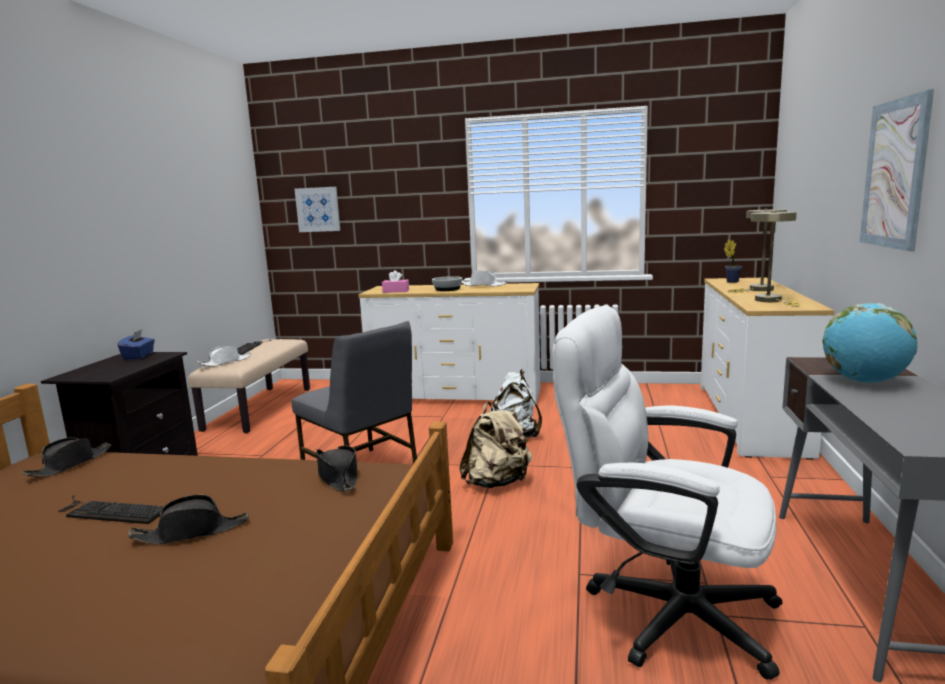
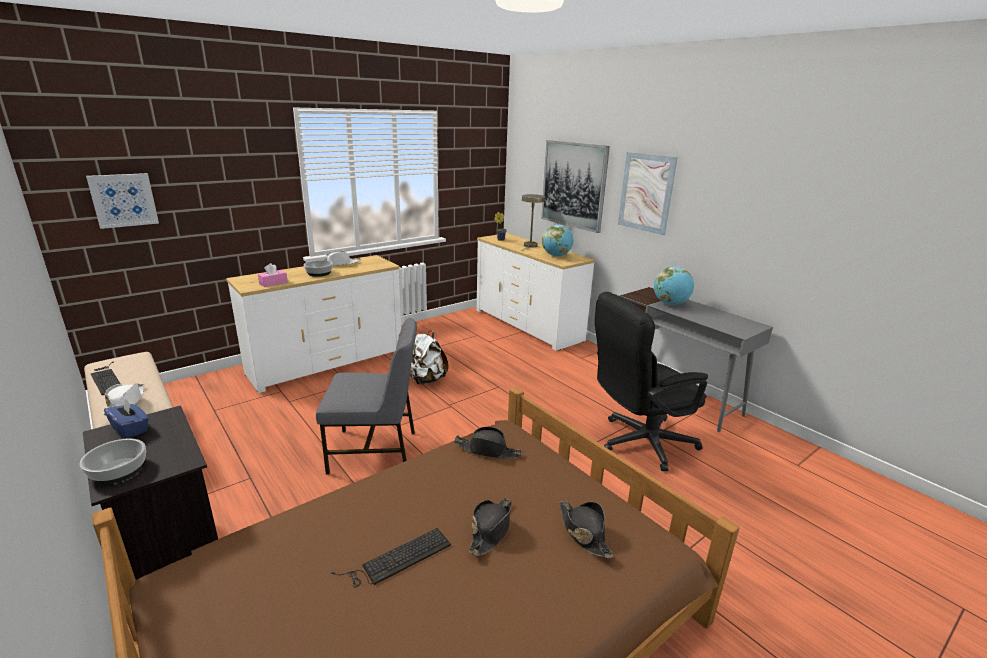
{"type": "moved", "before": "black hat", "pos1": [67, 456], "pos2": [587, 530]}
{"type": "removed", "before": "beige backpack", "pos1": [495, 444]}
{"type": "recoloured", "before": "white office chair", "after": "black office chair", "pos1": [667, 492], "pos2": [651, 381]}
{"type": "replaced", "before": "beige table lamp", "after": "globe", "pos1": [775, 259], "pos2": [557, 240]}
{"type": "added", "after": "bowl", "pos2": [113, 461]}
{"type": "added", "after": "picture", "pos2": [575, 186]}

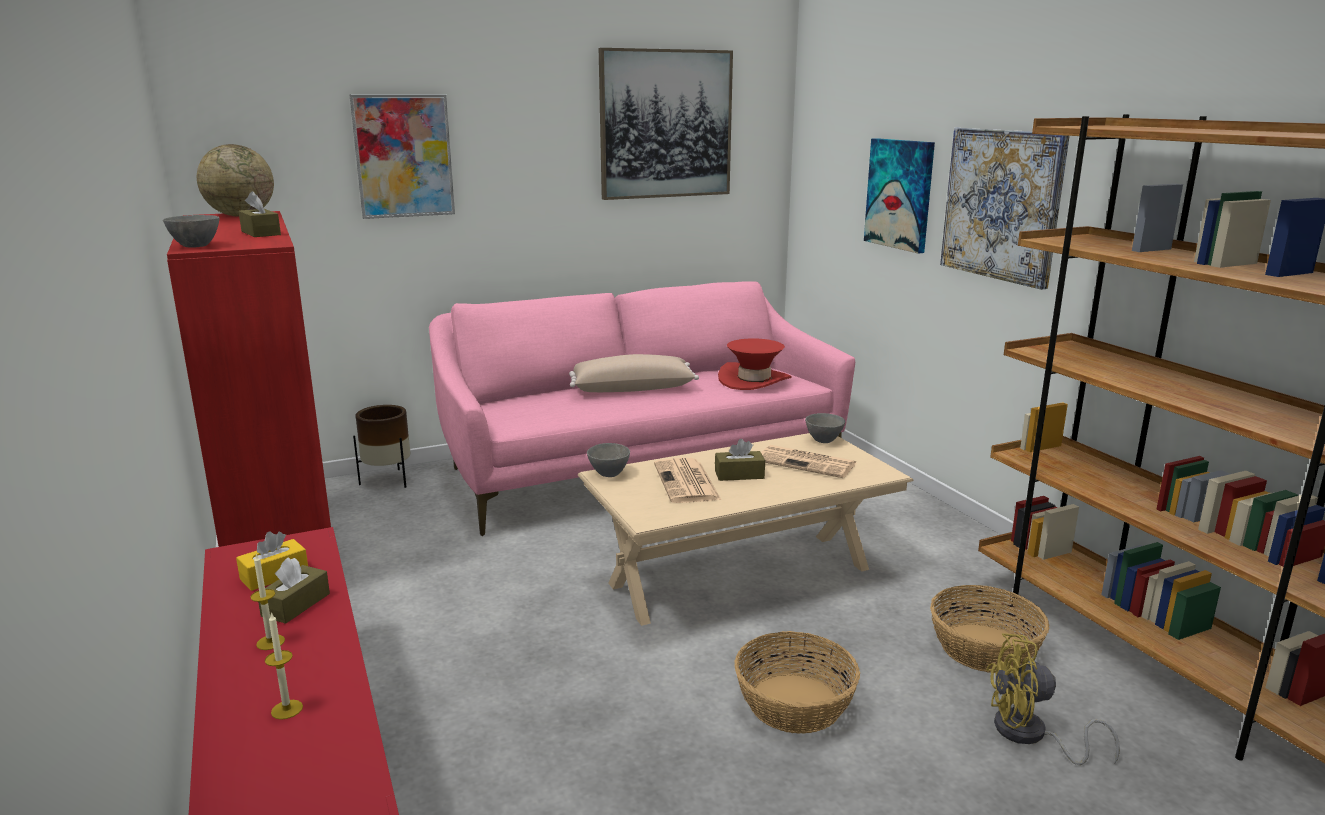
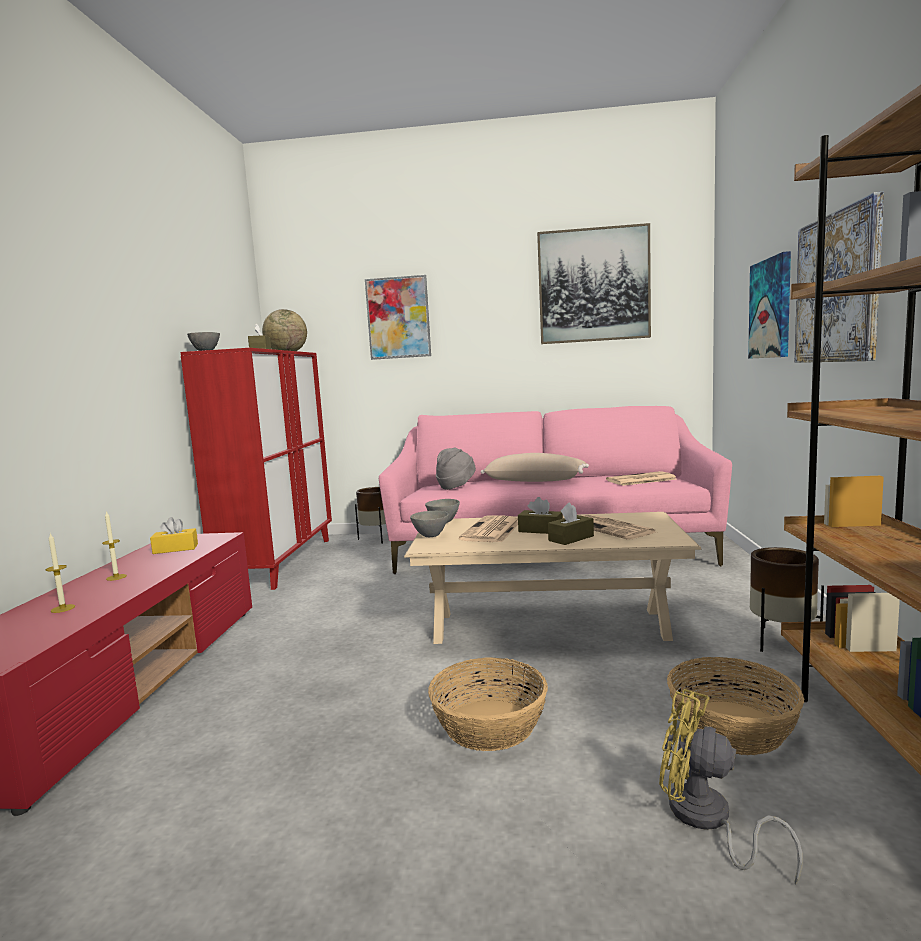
{"type": "moved", "before": "brown tissue box", "pos1": [294, 590], "pos2": [571, 523]}
{"type": "replaced", "before": "red hat", "after": "newspaper", "pos1": [754, 364], "pos2": [641, 478]}
{"type": "moved", "before": "grey bowl", "pos1": [825, 428], "pos2": [429, 524]}
{"type": "added", "after": "grey hat", "pos2": [456, 469]}
{"type": "added", "after": "brown planter", "pos2": [787, 599]}

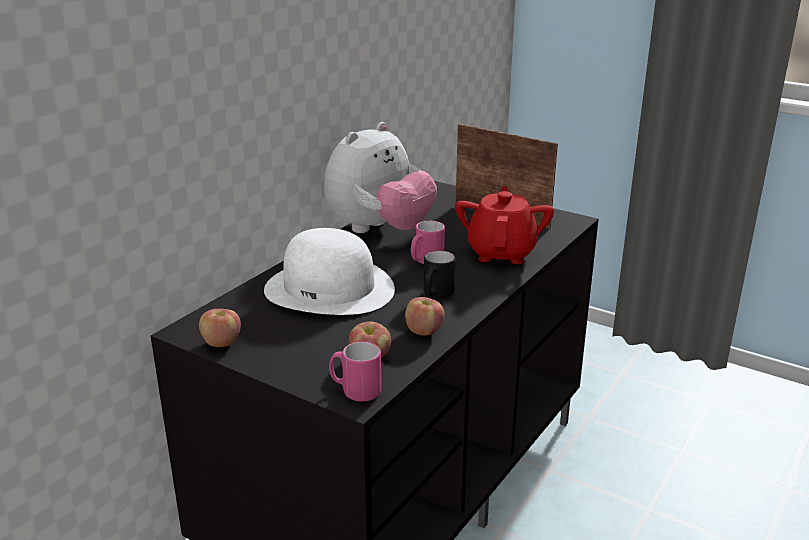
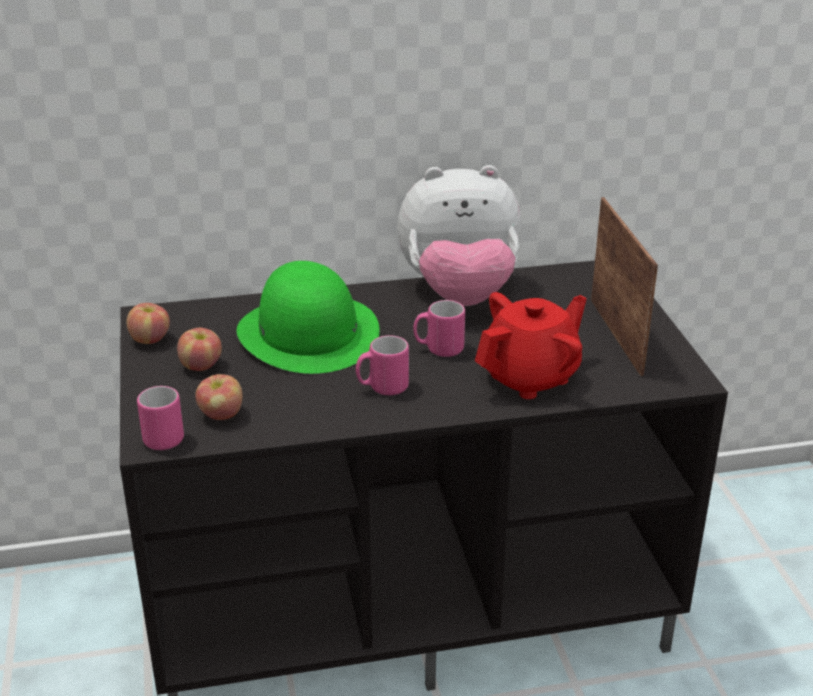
{"type": "recoloured", "before": "white hat", "after": "green hat", "pos1": [329, 271], "pos2": [308, 317]}
{"type": "moved", "before": "apple", "pos1": [425, 316], "pos2": [199, 349]}
{"type": "recoloured", "before": "black mug", "after": "pink mug", "pos1": [440, 274], "pos2": [382, 365]}

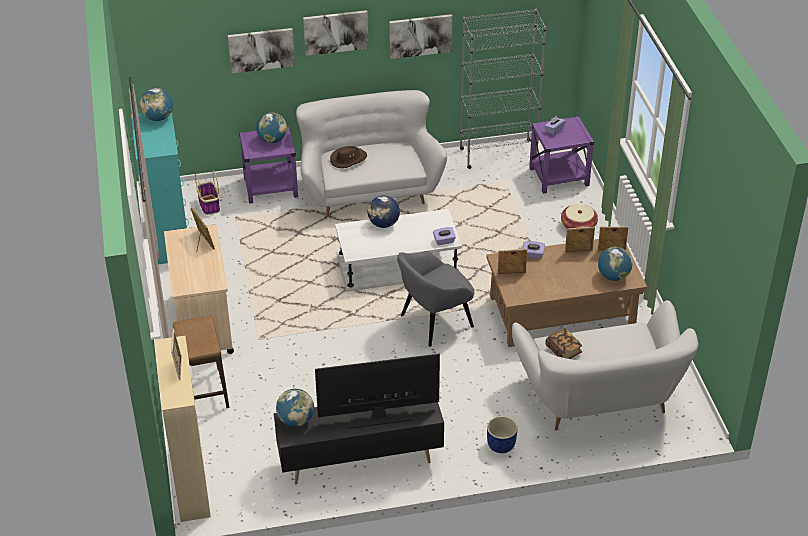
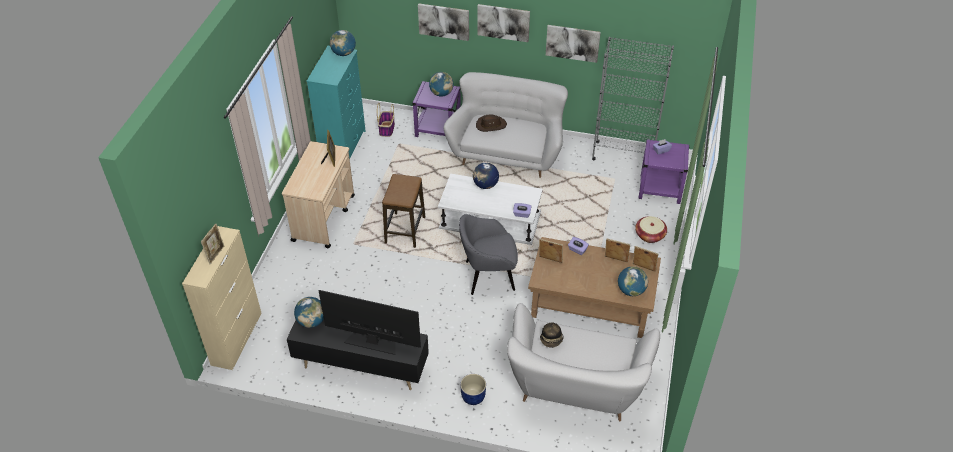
{"type": "moved", "before": "stool", "pos1": [201, 362], "pos2": [403, 211]}
{"type": "replaced", "before": "book", "after": "hat", "pos1": [563, 343], "pos2": [552, 335]}

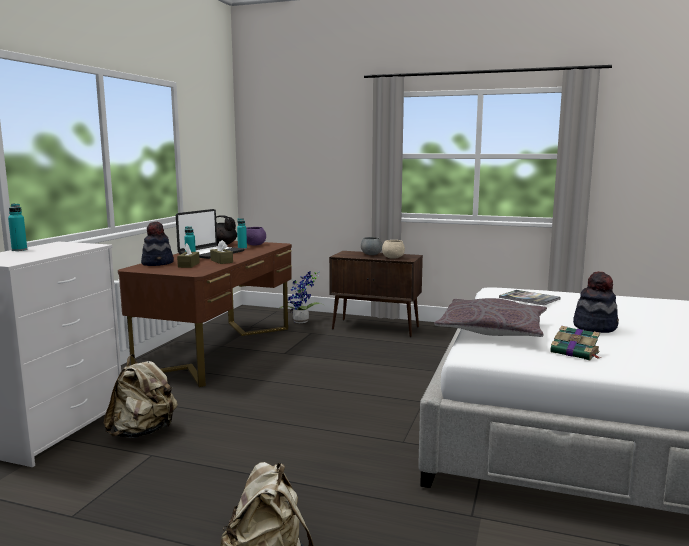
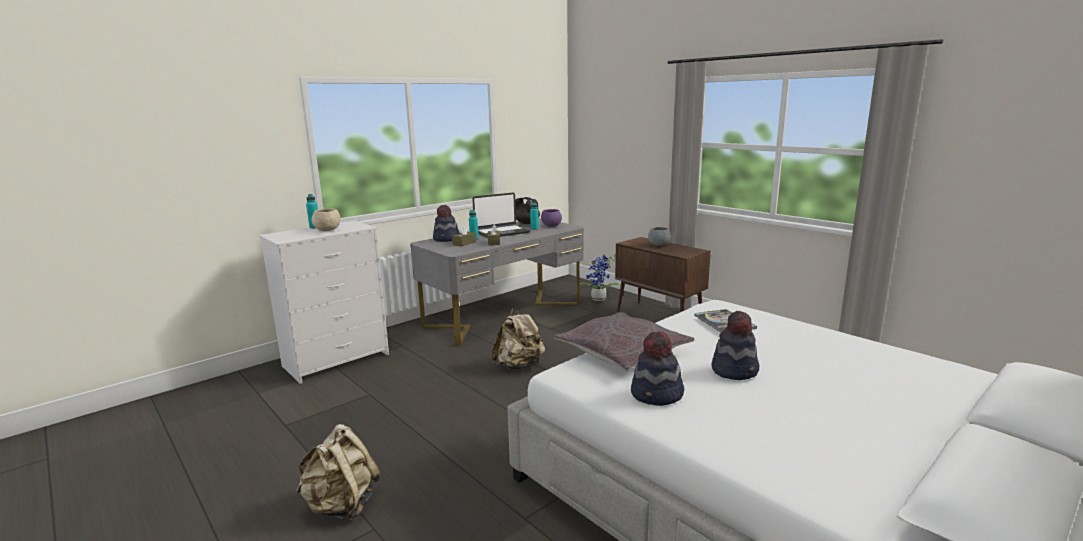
{"type": "moved", "before": "beige backpack", "pos1": [141, 396], "pos2": [518, 338]}
{"type": "recoloured", "before": "brown desk", "after": "grey desk", "pos1": [205, 314], "pos2": [497, 282]}
{"type": "moved", "before": "beige bowl", "pos1": [393, 249], "pos2": [326, 219]}
{"type": "replaced", "before": "book", "after": "hat", "pos1": [575, 343], "pos2": [657, 368]}

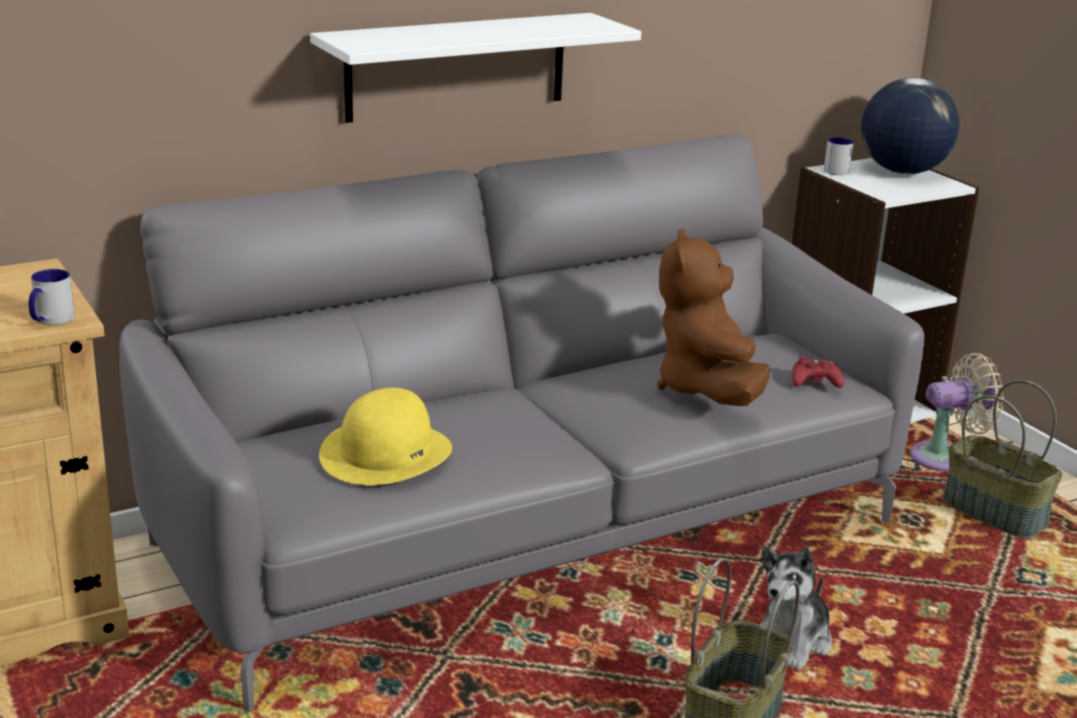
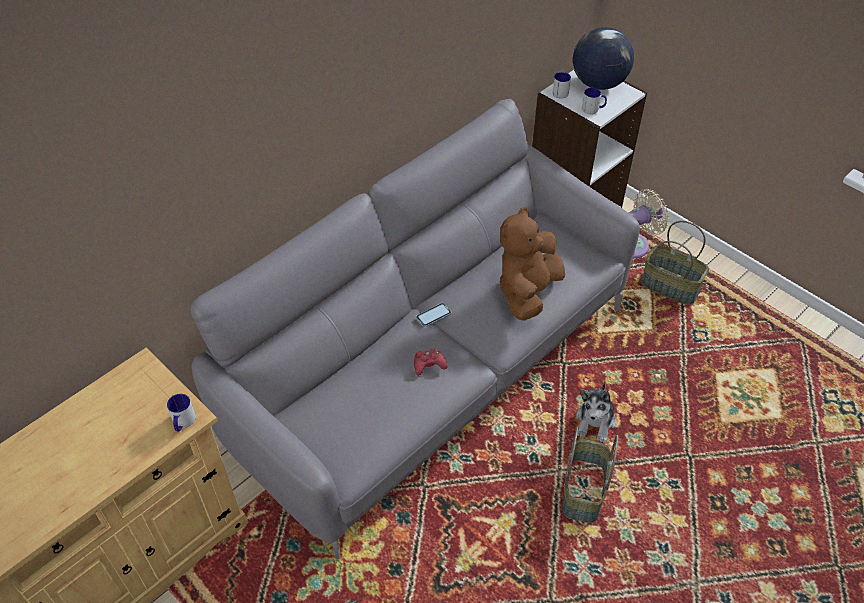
{"type": "removed", "before": "white shelf", "pos1": [475, 68]}
{"type": "removed", "before": "yellow hat", "pos1": [385, 436]}
{"type": "turned", "before": "brown plush toy", "pos1": [713, 317], "pos2": [532, 264], "turn": 45}
{"type": "moved", "before": "red game controller", "pos1": [818, 372], "pos2": [430, 362]}
{"type": "added", "after": "phone", "pos2": [433, 315]}
{"type": "added", "after": "mug", "pos2": [594, 101]}

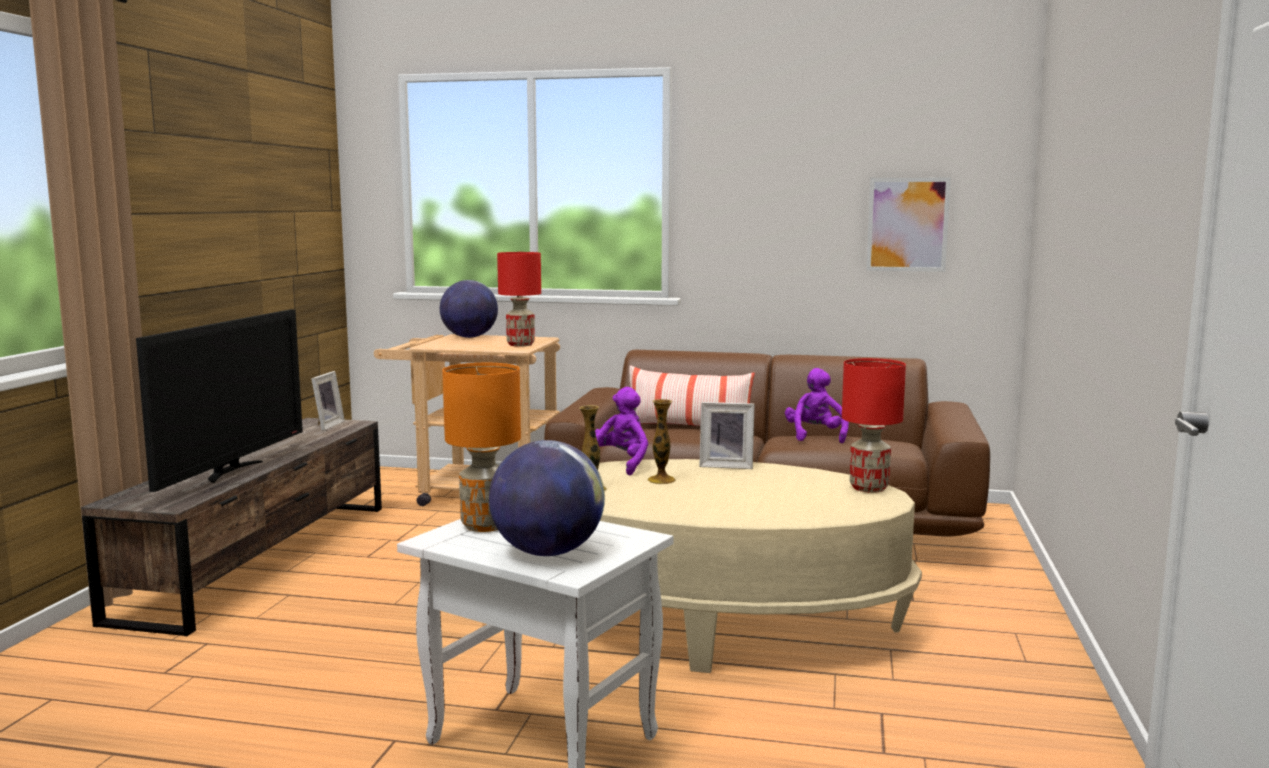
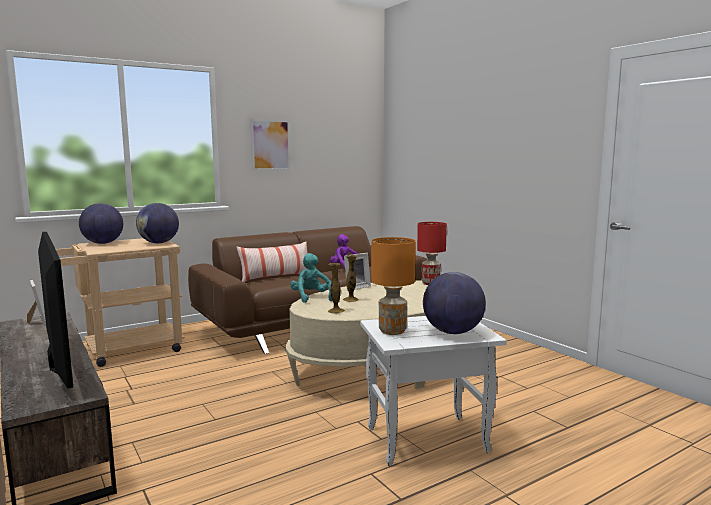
{"type": "replaced", "before": "red table lamp", "after": "globe", "pos1": [519, 299], "pos2": [157, 223]}
{"type": "recoloured", "before": "purple plush toy", "after": "turquoise plush toy", "pos1": [621, 431], "pos2": [311, 278]}
{"type": "moved", "before": "picture", "pos1": [908, 225], "pos2": [270, 145]}

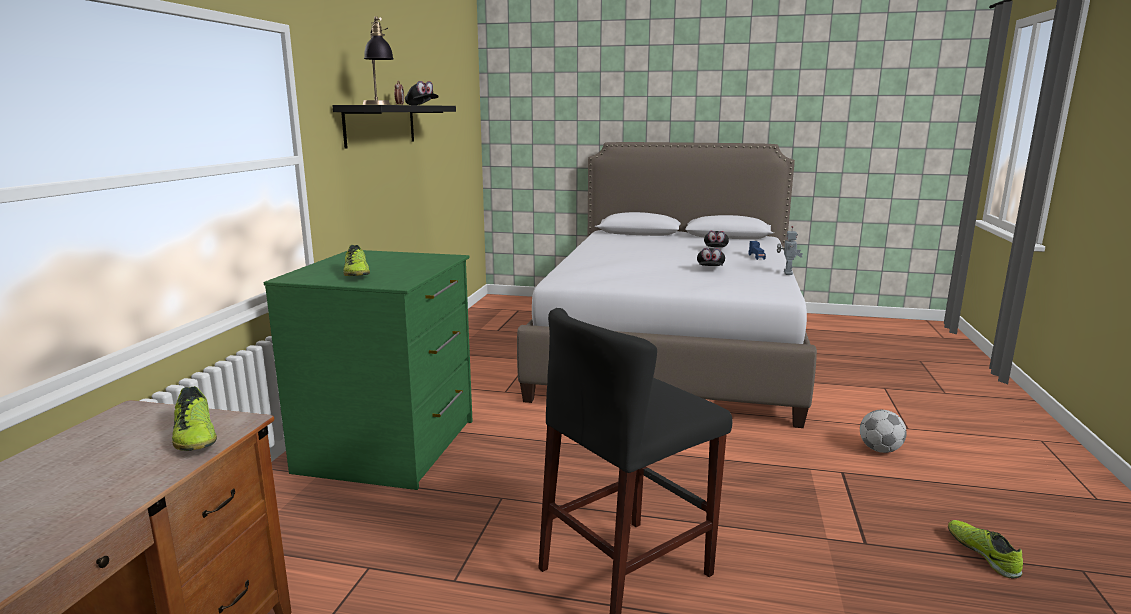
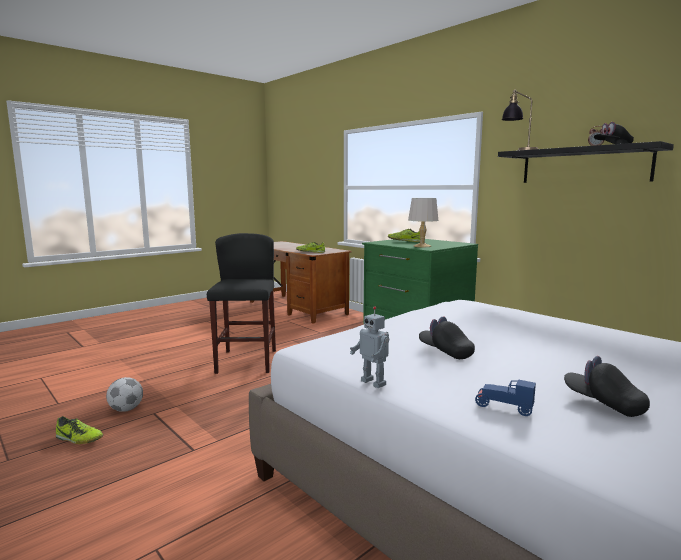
{"type": "moved", "before": "football", "pos1": [883, 431], "pos2": [124, 394]}
{"type": "added", "after": "grey table lamp", "pos2": [423, 222]}

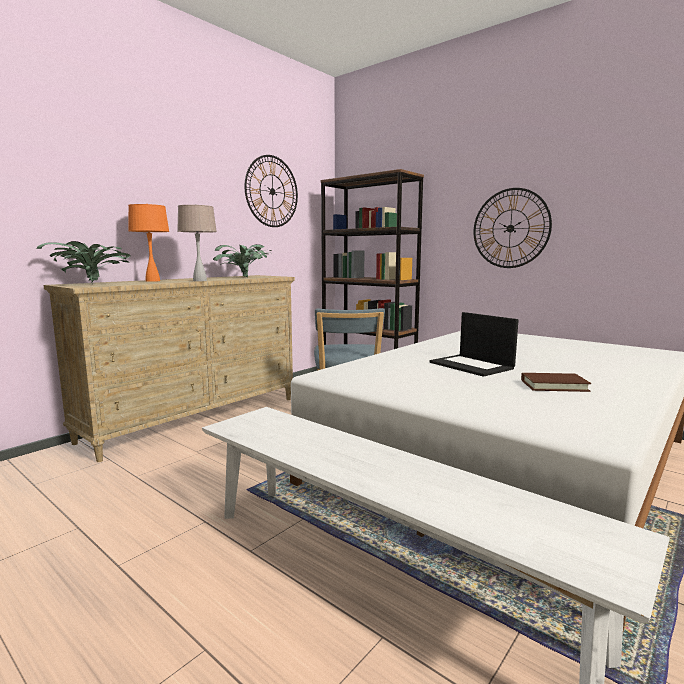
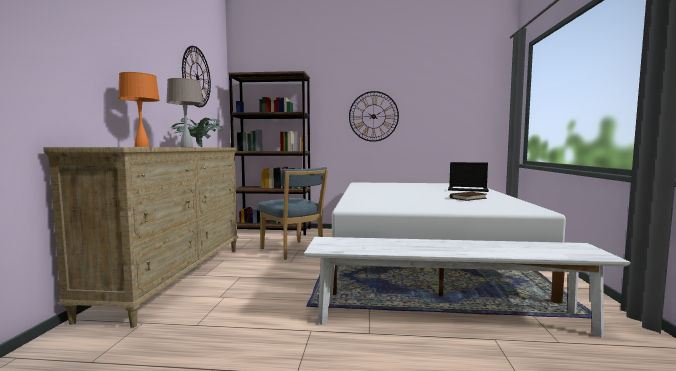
{"type": "removed", "before": "potted plant", "pos1": [83, 262]}
{"type": "moved", "before": "laptop", "pos1": [474, 344], "pos2": [468, 177]}

